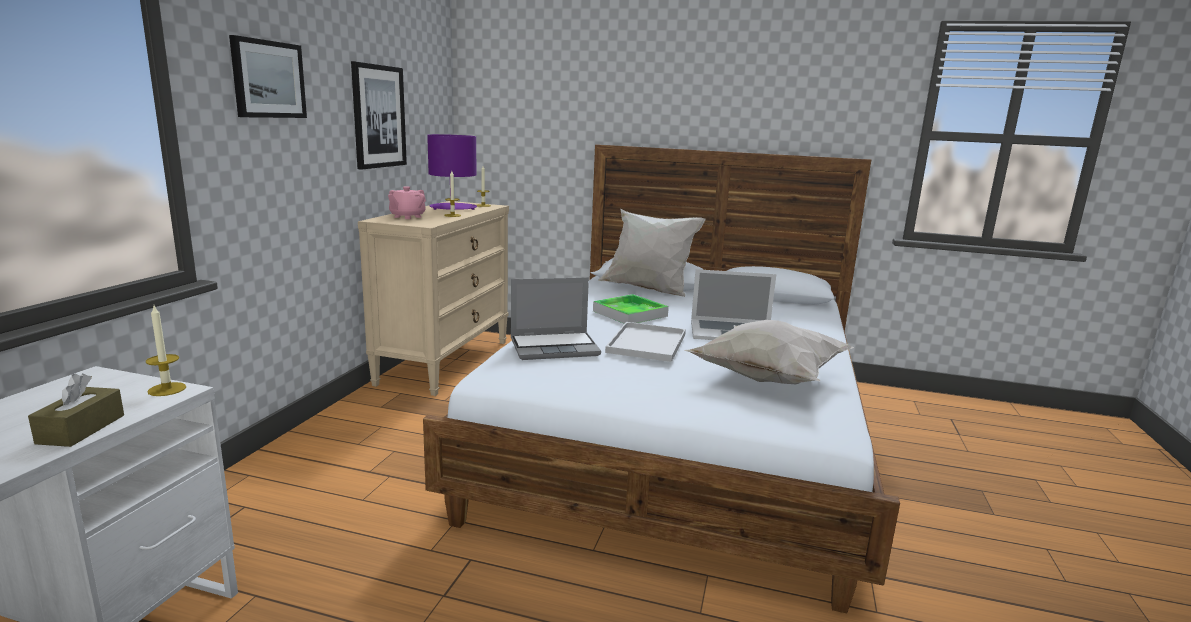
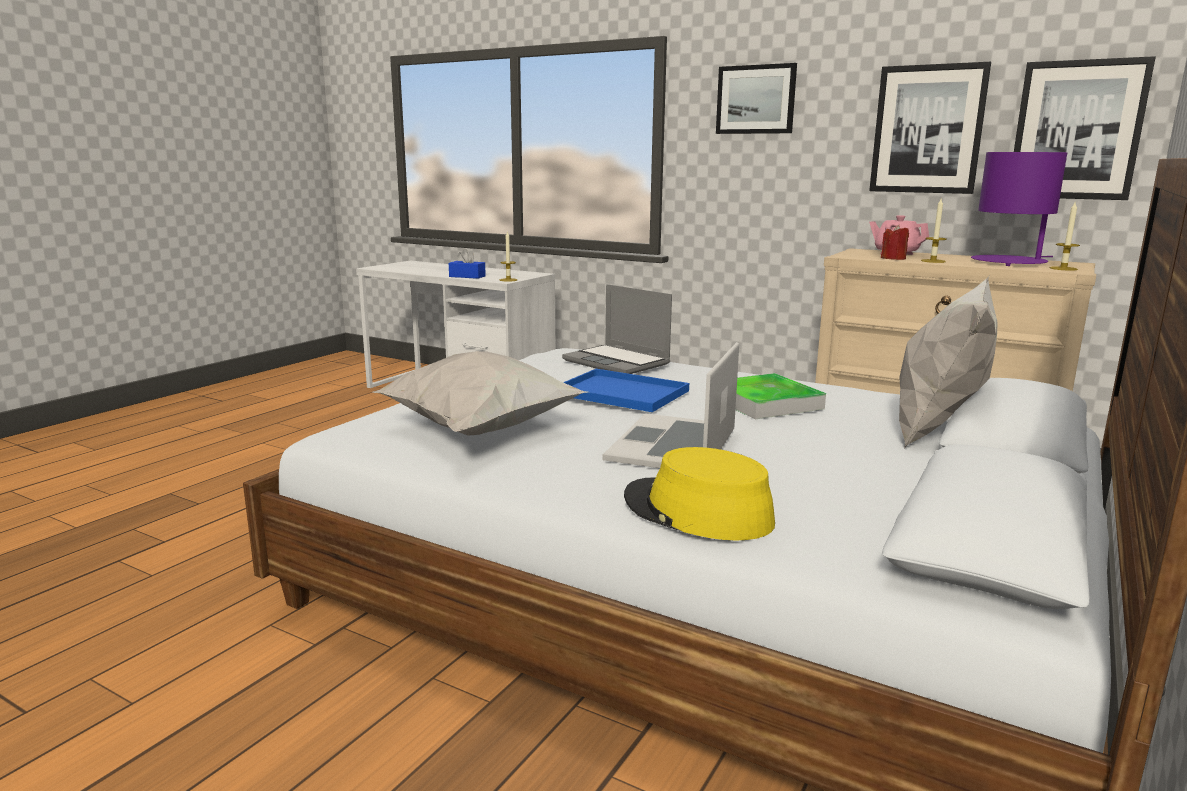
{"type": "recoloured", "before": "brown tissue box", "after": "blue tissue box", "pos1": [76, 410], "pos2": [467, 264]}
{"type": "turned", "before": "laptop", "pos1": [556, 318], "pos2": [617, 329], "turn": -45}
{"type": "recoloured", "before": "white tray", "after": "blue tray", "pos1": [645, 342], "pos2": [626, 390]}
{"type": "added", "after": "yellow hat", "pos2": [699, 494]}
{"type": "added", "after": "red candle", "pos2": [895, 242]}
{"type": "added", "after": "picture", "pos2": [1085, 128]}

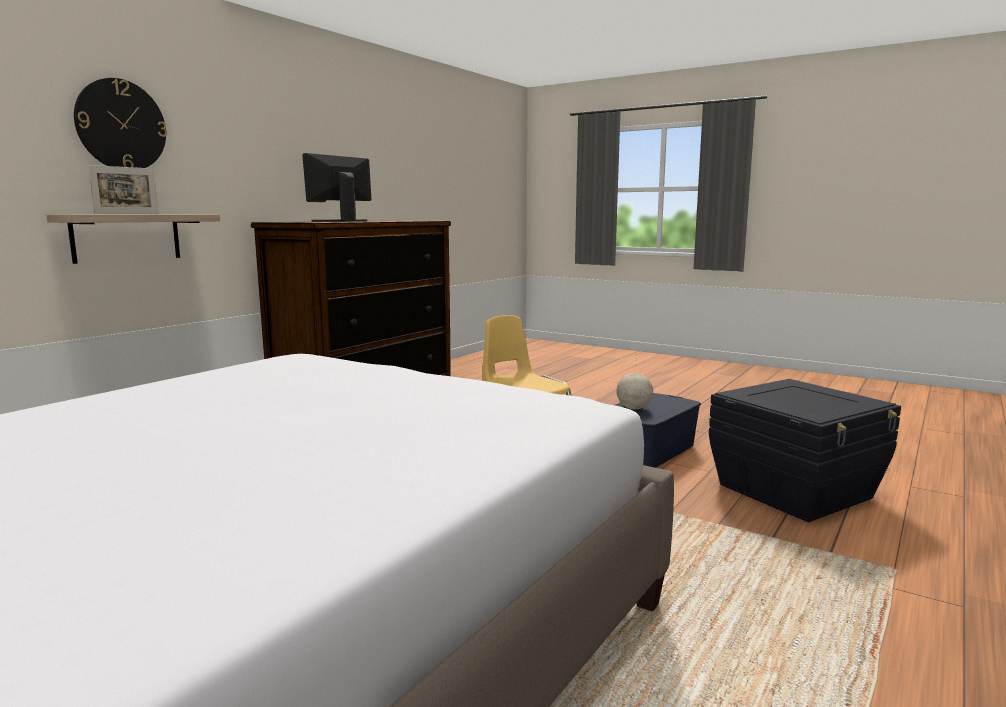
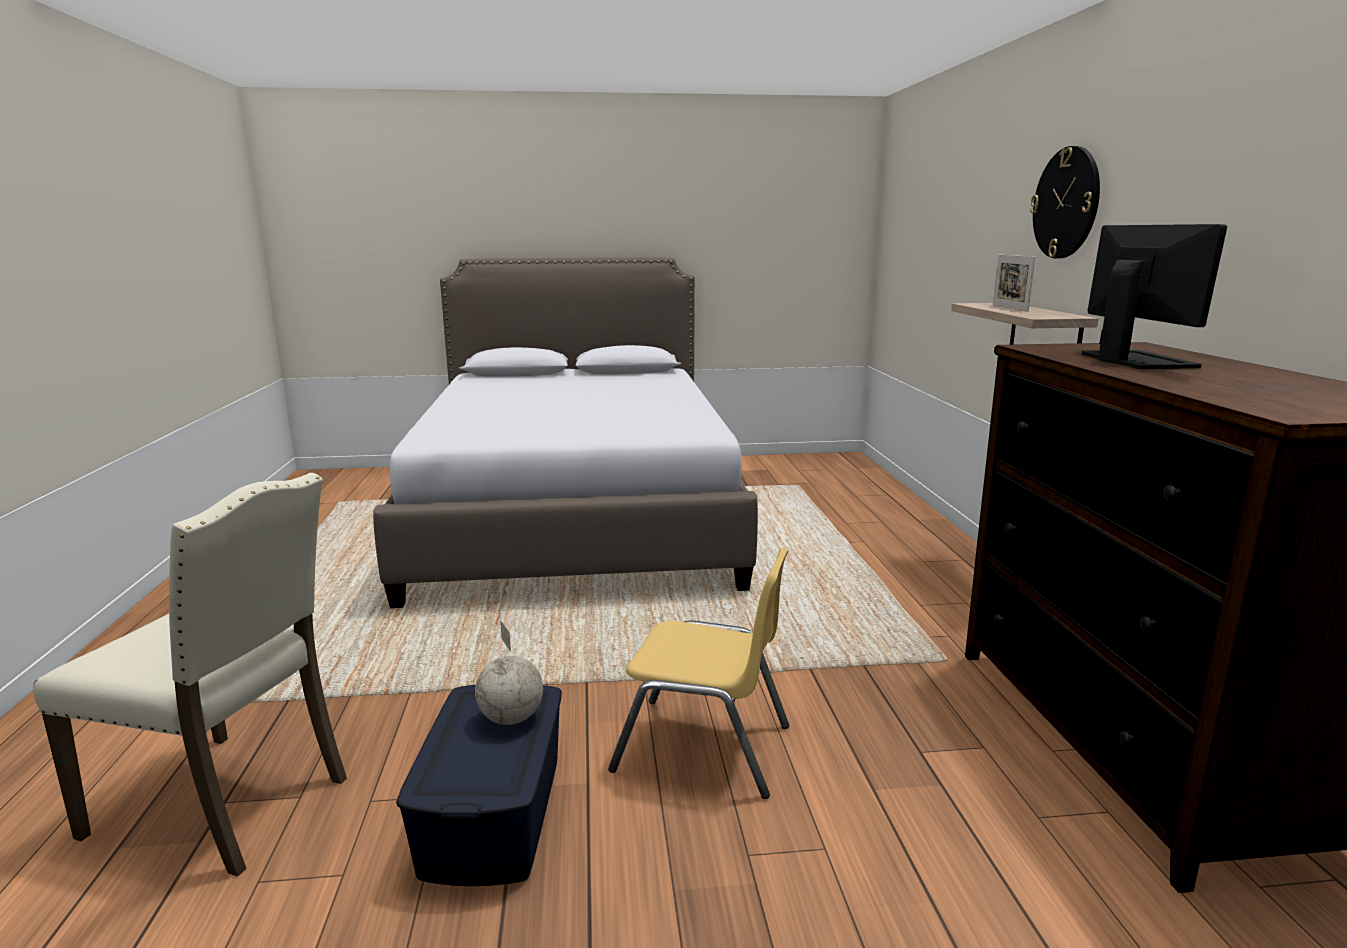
{"type": "replaced", "before": "black storage box", "after": "beige chair", "pos1": [805, 450], "pos2": [190, 674]}

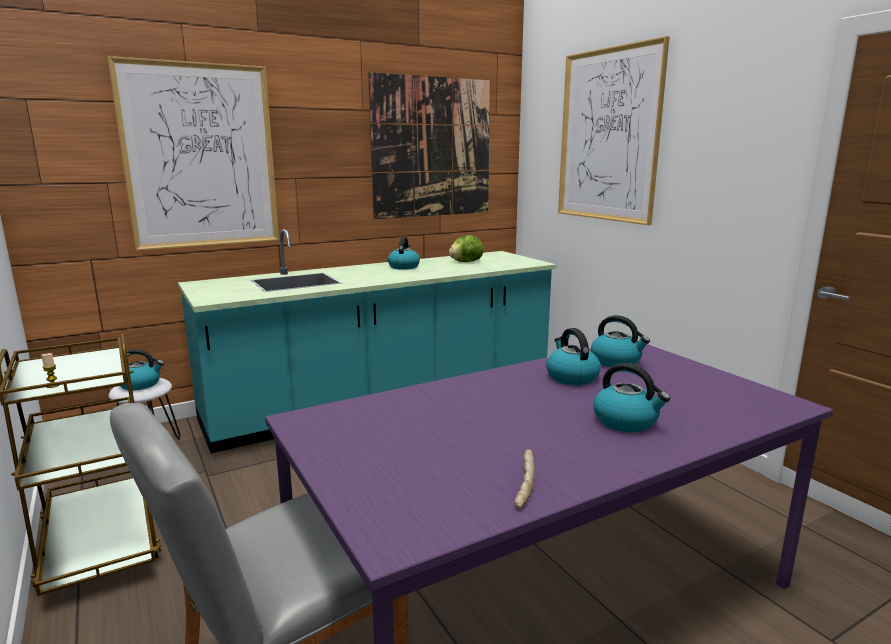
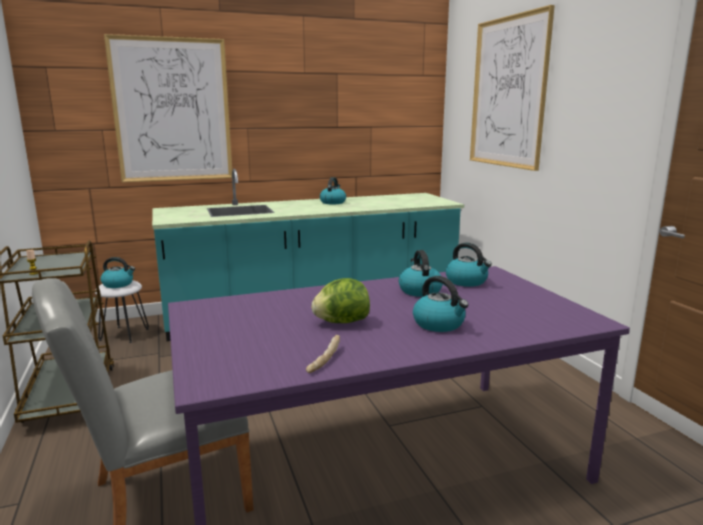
{"type": "removed", "before": "picture", "pos1": [429, 145]}
{"type": "moved", "before": "lettuce", "pos1": [466, 248], "pos2": [341, 300]}

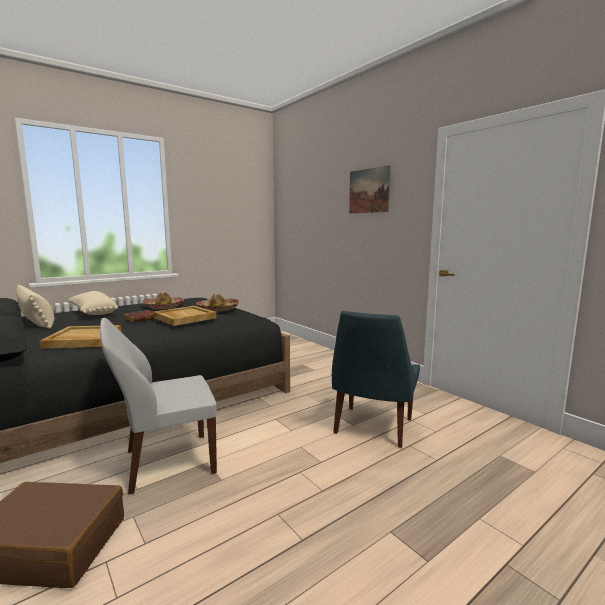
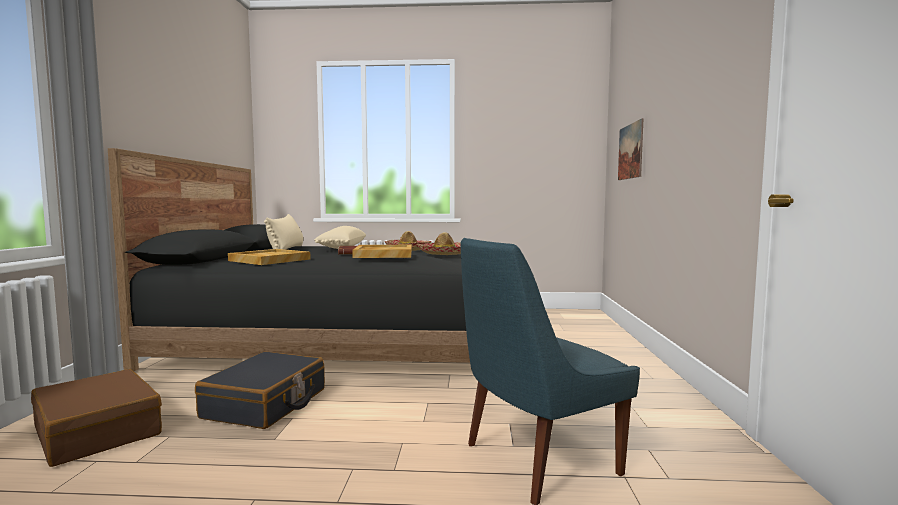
{"type": "replaced", "before": "white chair", "after": "black suitcase", "pos1": [158, 406], "pos2": [260, 390]}
{"type": "moved", "before": "picture", "pos1": [370, 189], "pos2": [631, 149]}

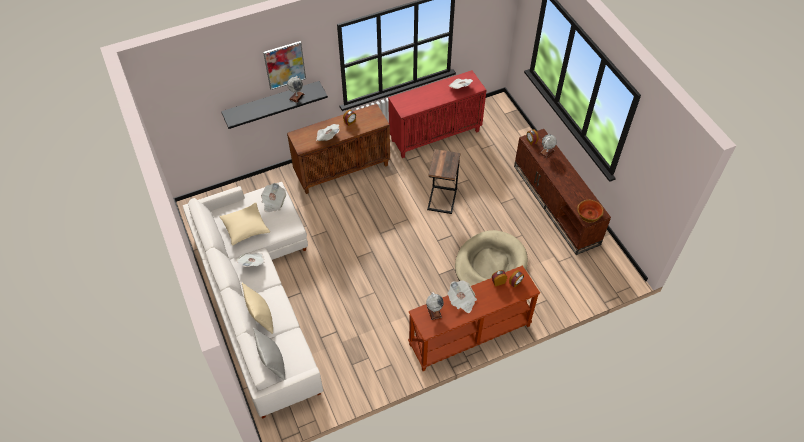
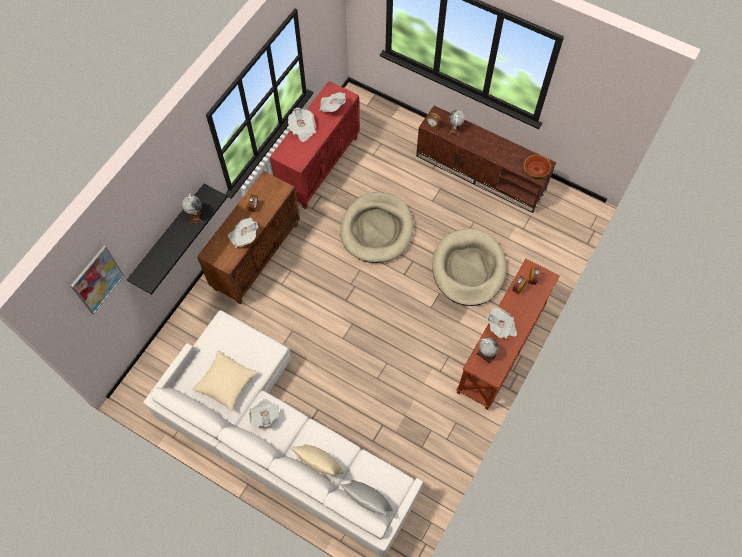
{"type": "moved", "before": "newspaper", "pos1": [273, 197], "pos2": [302, 124]}
{"type": "moved", "before": "picture", "pos1": [284, 65], "pos2": [97, 280]}
{"type": "replaced", "before": "side table", "after": "beige dog bed", "pos1": [443, 181], "pos2": [377, 227]}

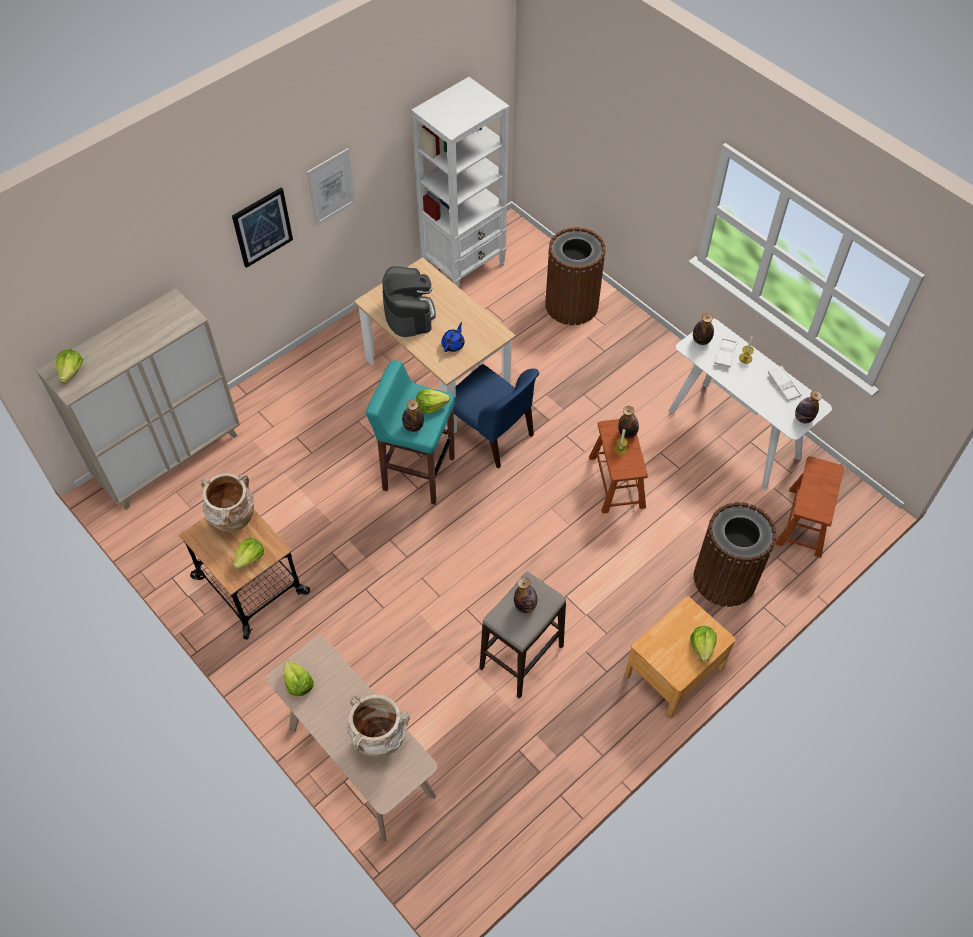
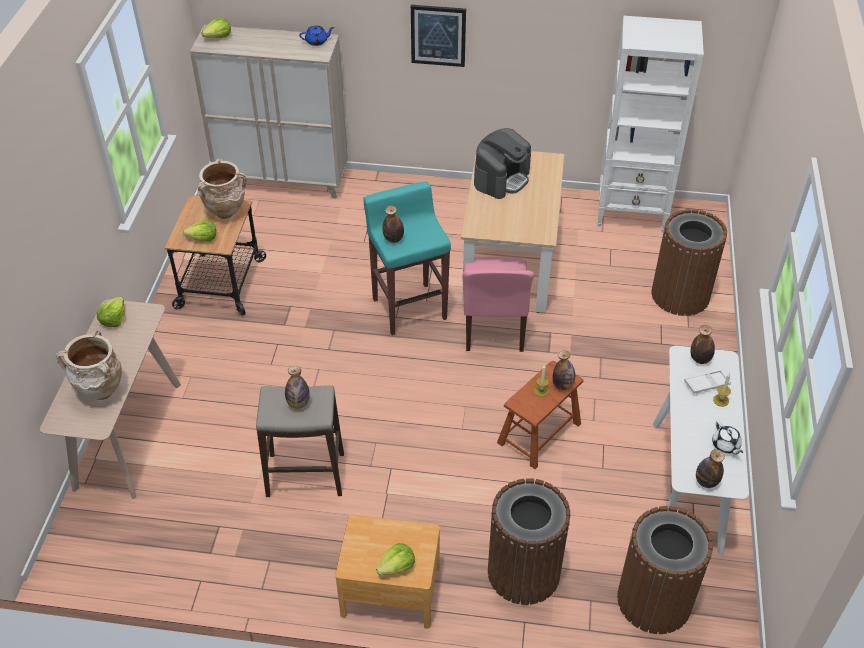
{"type": "removed", "before": "picture", "pos1": [331, 187]}
{"type": "removed", "before": "lettuce", "pos1": [433, 401]}
{"type": "moved", "before": "blue teapot", "pos1": [453, 337], "pos2": [316, 36]}
{"type": "recoloured", "before": "blue chair", "after": "pink chair", "pos1": [496, 416], "pos2": [498, 304]}
{"type": "replaced", "before": "white tray", "after": "white teapot", "pos1": [785, 383], "pos2": [727, 437]}
{"type": "replaced", "before": "brown stool", "after": "brown trash can", "pos1": [810, 507], "pos2": [665, 570]}

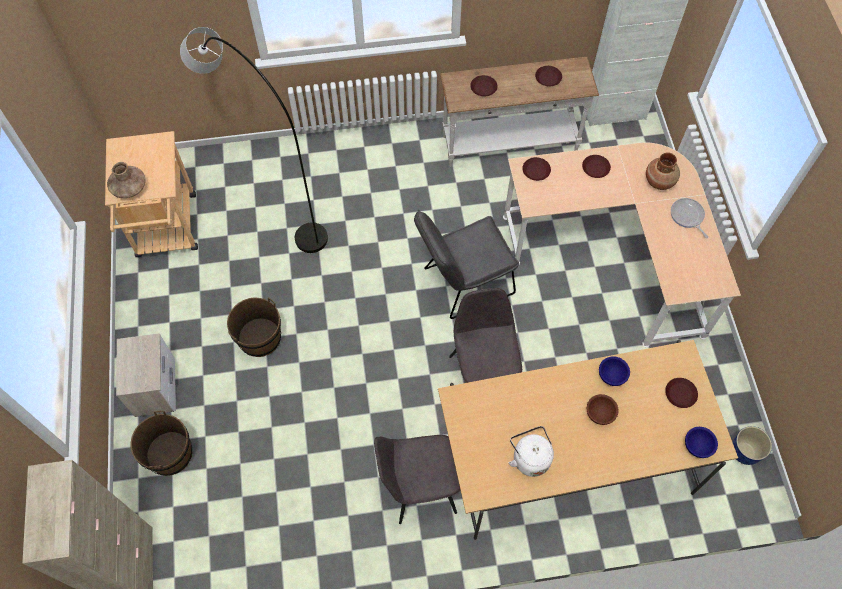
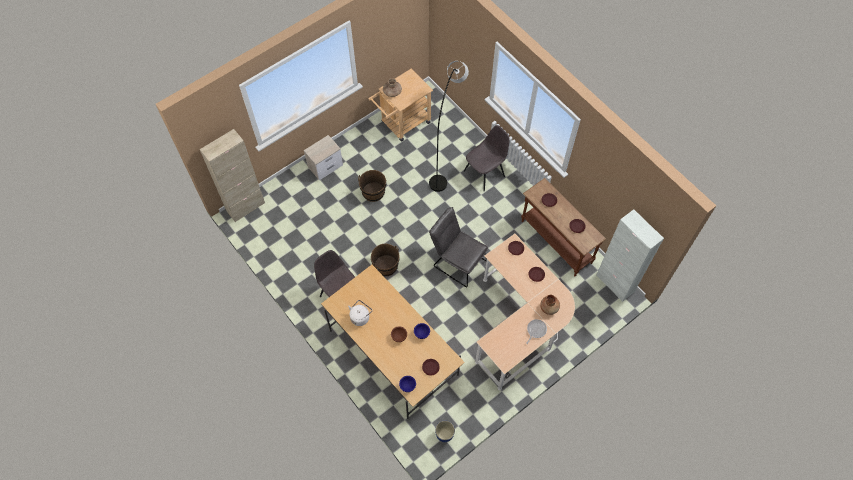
{"type": "moved", "before": "brown bucket", "pos1": [161, 443], "pos2": [385, 260]}
{"type": "recoloured", "before": "white console table", "after": "brown console table", "pos1": [519, 112], "pos2": [563, 227]}
{"type": "moved", "before": "grey chair", "pos1": [485, 335], "pos2": [487, 158]}

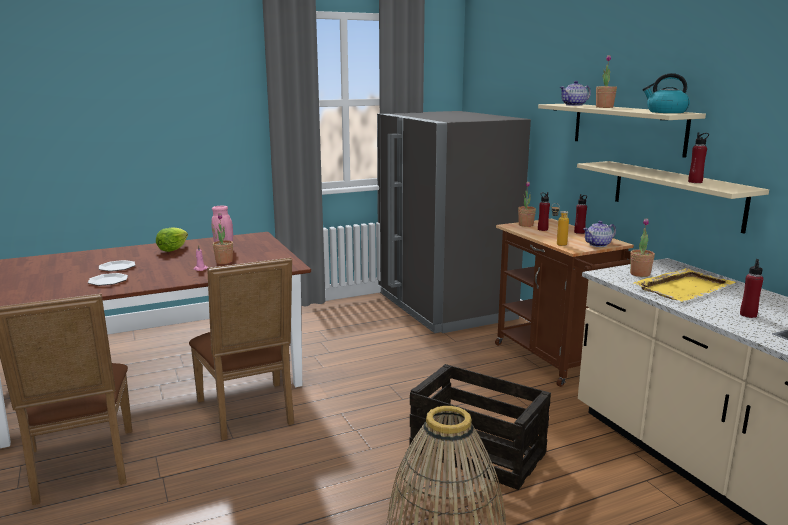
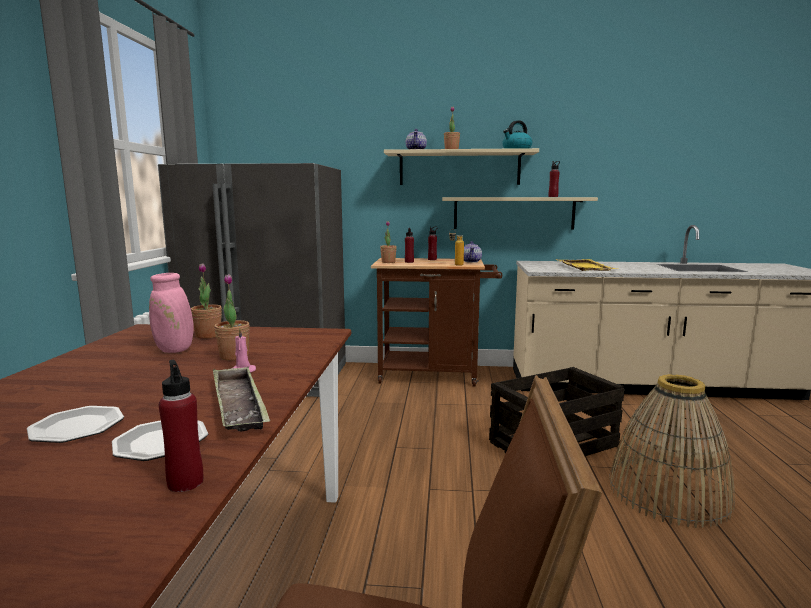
{"type": "removed", "before": "lettuce", "pos1": [172, 239]}
{"type": "removed", "before": "brown chair", "pos1": [241, 349]}
{"type": "moved", "before": "potted plant", "pos1": [642, 247], "pos2": [206, 301]}
{"type": "moved", "before": "red bottle", "pos1": [752, 288], "pos2": [181, 426]}
{"type": "added", "after": "tray", "pos2": [241, 399]}

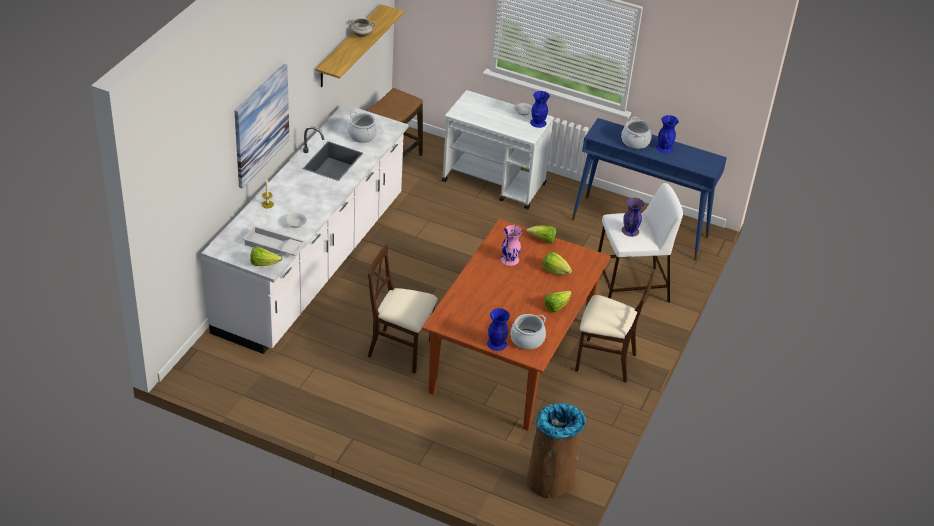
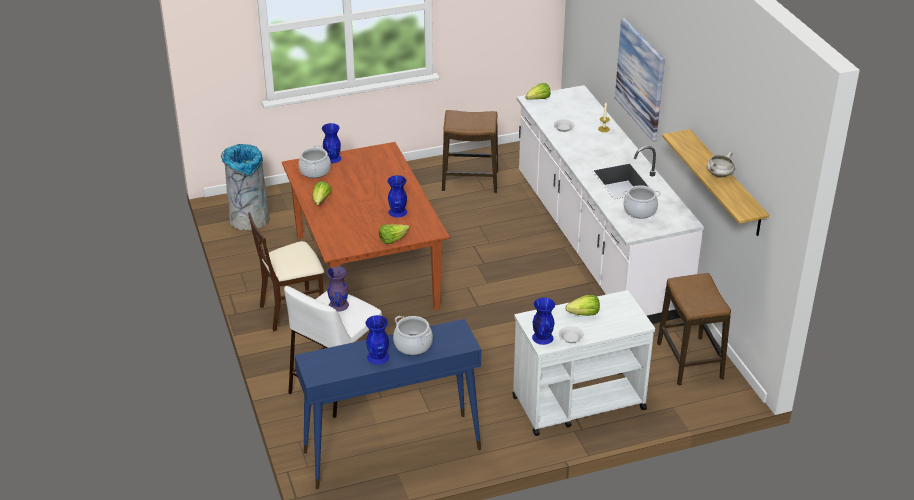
{"type": "removed", "before": "white tray", "pos1": [274, 241]}
{"type": "removed", "before": "beige chair", "pos1": [403, 309]}
{"type": "recoloured", "before": "pink vase", "after": "blue vase", "pos1": [511, 245], "pos2": [397, 196]}
{"type": "recoloured", "before": "brown trash can", "after": "grey trash can", "pos1": [556, 450], "pos2": [245, 187]}
{"type": "moved", "before": "lettuce", "pos1": [557, 263], "pos2": [582, 305]}
{"type": "added", "after": "stool", "pos2": [470, 151]}

